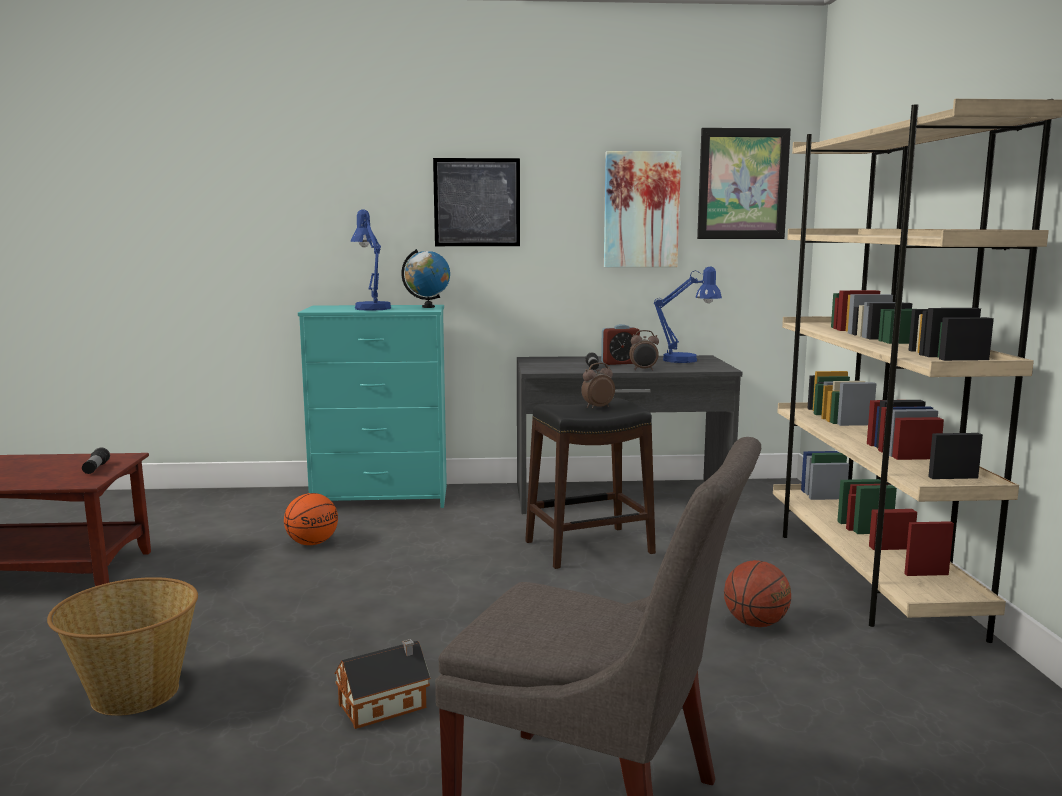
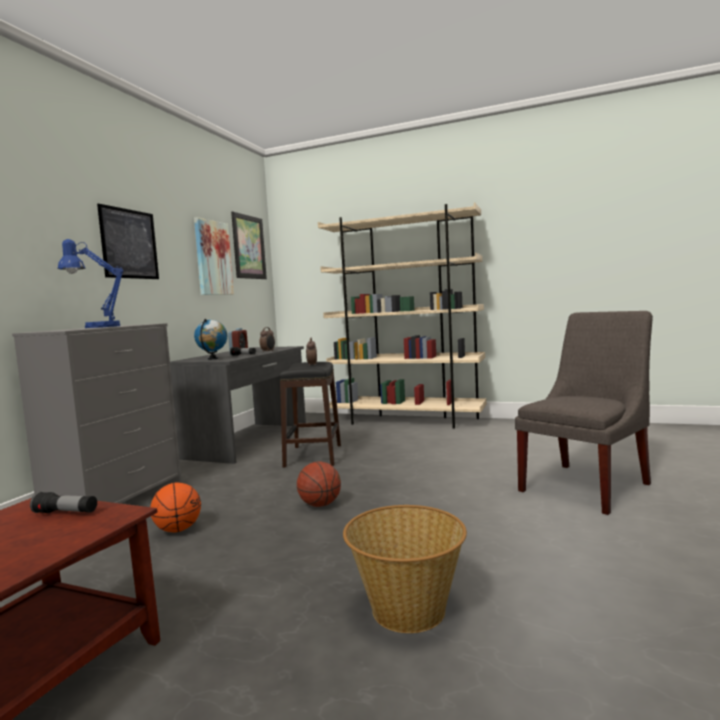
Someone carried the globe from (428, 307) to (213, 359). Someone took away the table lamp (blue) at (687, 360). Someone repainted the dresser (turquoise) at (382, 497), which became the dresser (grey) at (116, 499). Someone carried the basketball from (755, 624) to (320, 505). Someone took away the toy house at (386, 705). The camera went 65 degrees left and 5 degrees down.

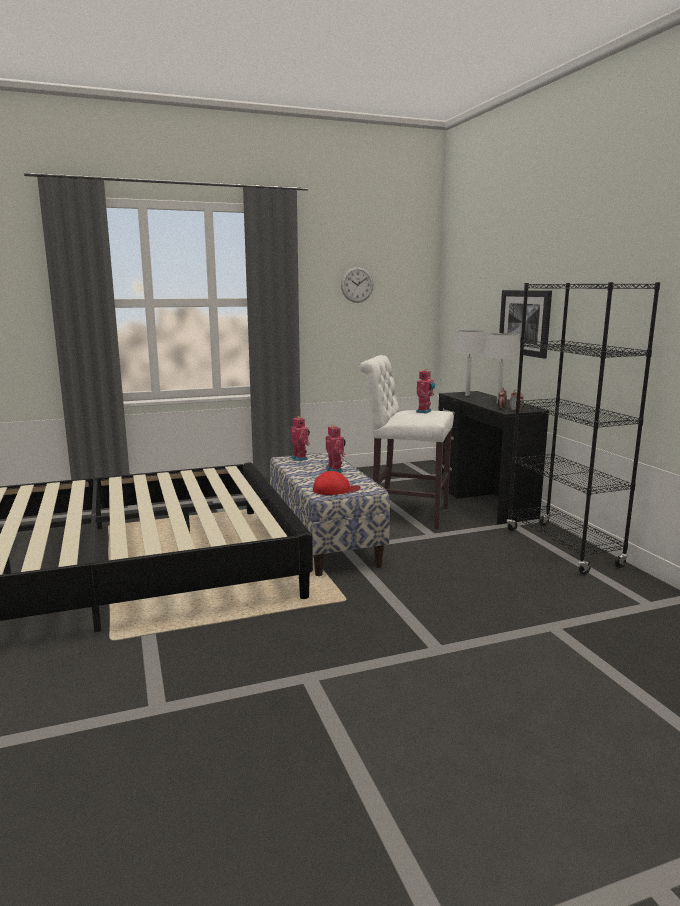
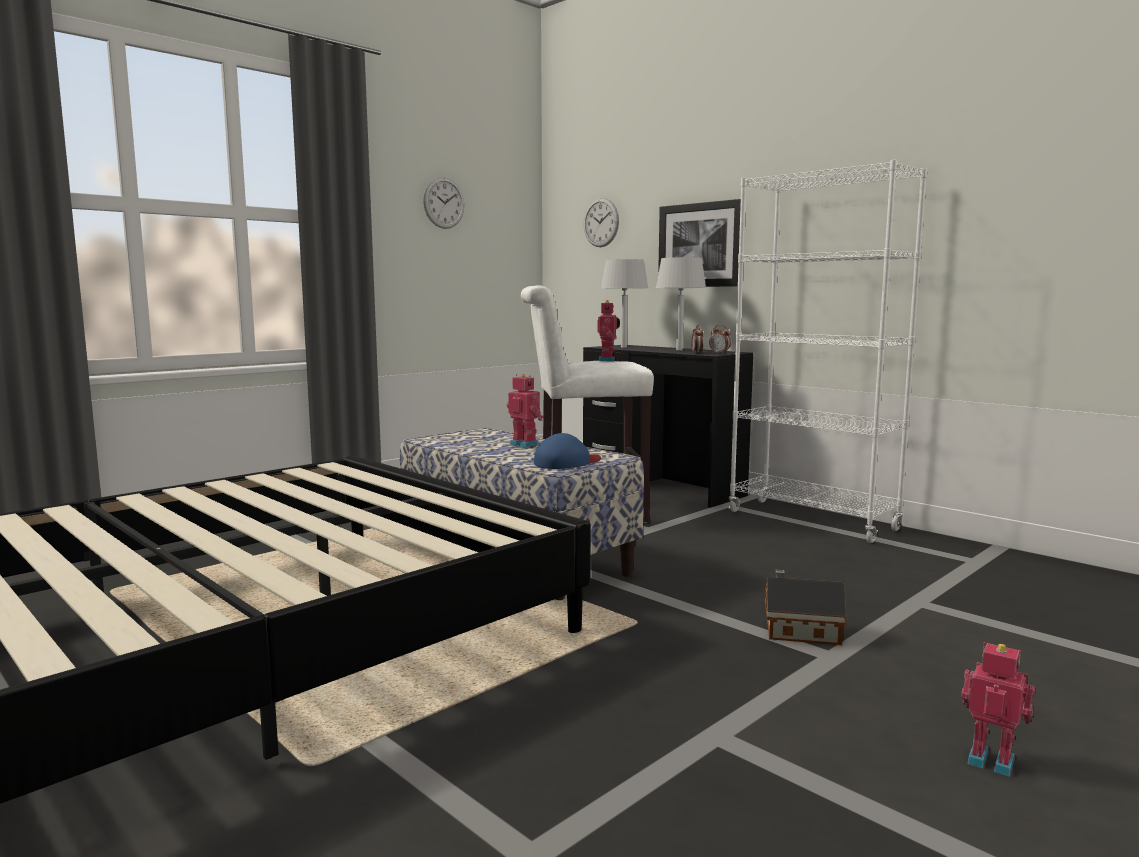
Someone repainted the bookcase (black) at (562, 548), which became the bookcase (white) at (812, 520). Someone carried the toy robot from (300, 458) to (991, 760). Someone repainted the cap (red) at (335, 490), which became the cap (blue) at (567, 462). Someone put up the wall clock at (601, 222). Someone put down the toy house at (799, 632). The camera went 25 degrees left and 5 degrees down.

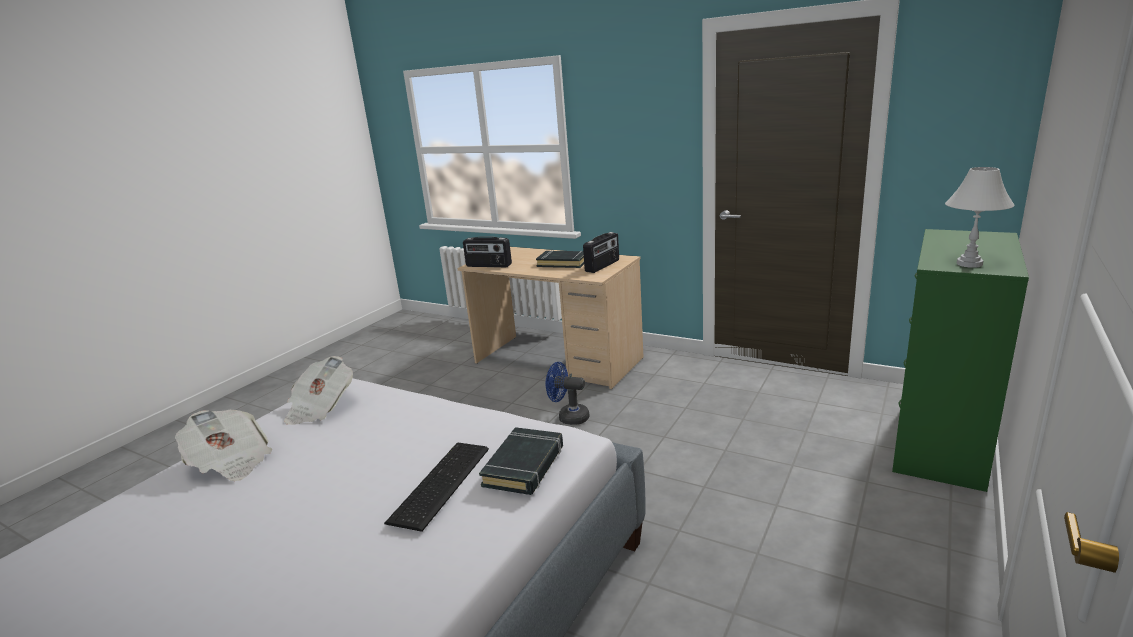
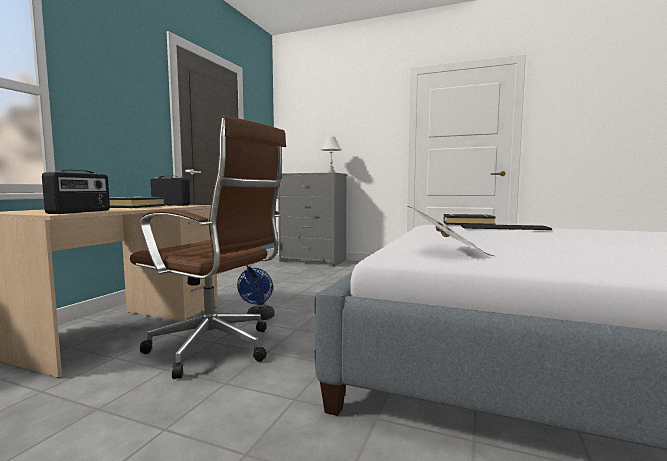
Someone repainted the dresser (green) at (940, 444), which became the dresser (grey) at (313, 261). Someone took away the newspaper at (230, 462). Someone put down the office chair (brown) at (216, 349). The camera went 100 degrees left and 15 degrees down.

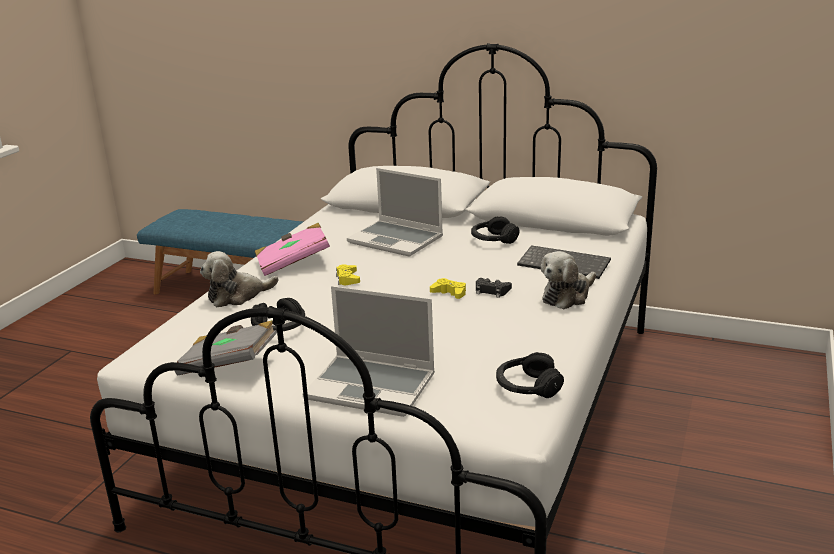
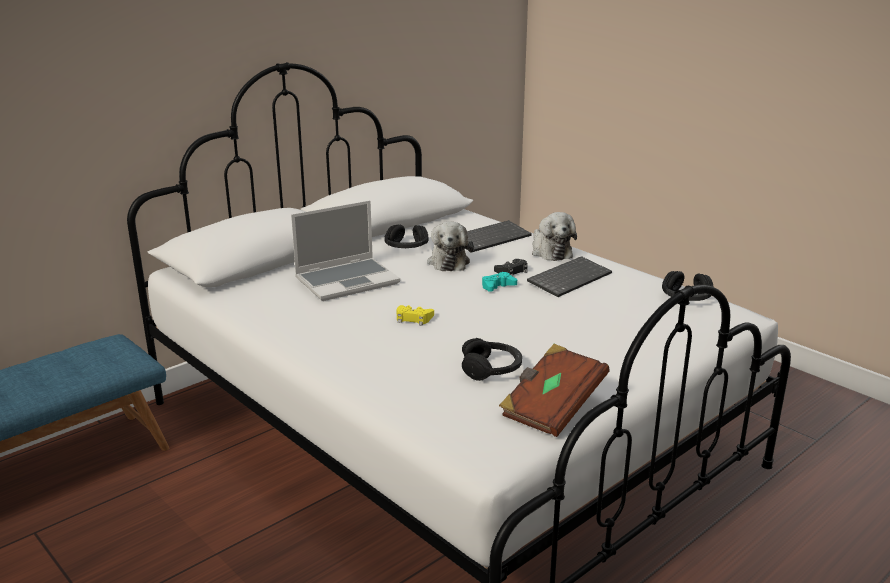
Someone took away the book (pink) at (293, 263). Someone carried the plush toy from (237, 296) to (448, 261). Someone repainted the game controller (yellow) at (449, 293), which became the game controller (turquoise) at (497, 286). Someone took away the laptop at (373, 386). Someone repainted the book (grey) at (228, 365), which became the book (brown) at (552, 407). Someone put down the keyboard at (569, 278). The camera went 65 degrees left and 0 degrees up.

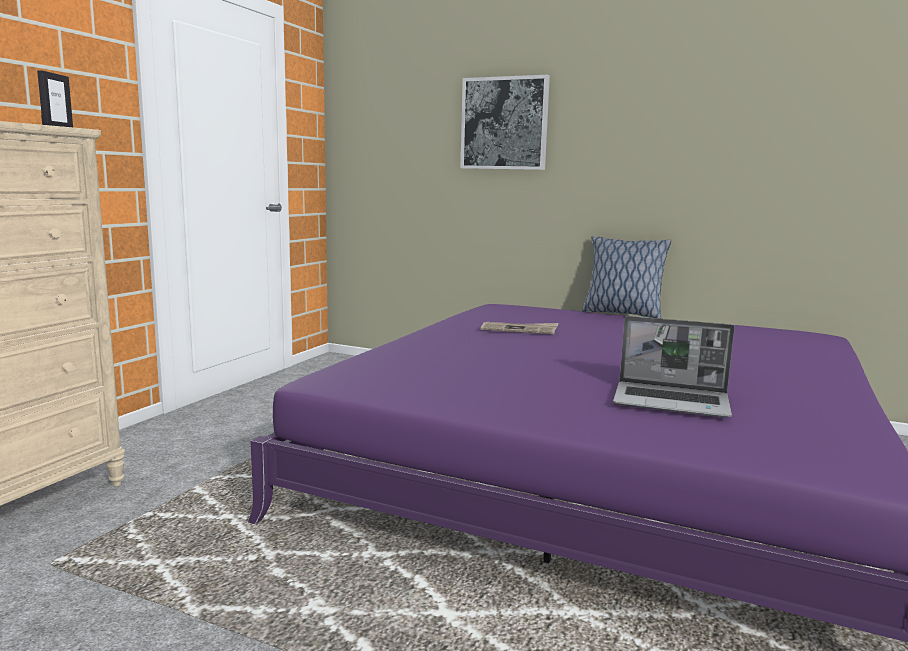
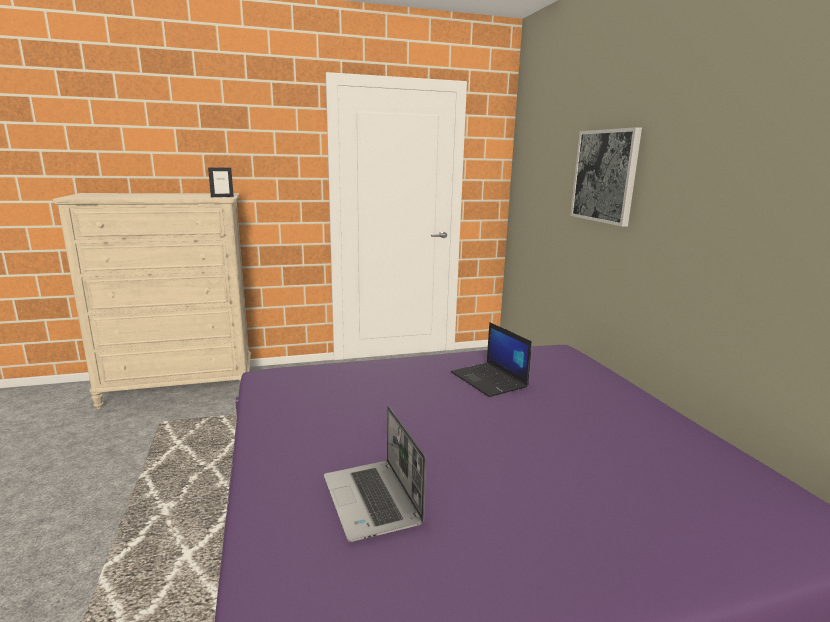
Someone took away the pillow at (621, 313). Someone swapped the newspaper at (519, 330) for the laptop at (490, 380). The camera went 50 degrees right and 5 degrees up.

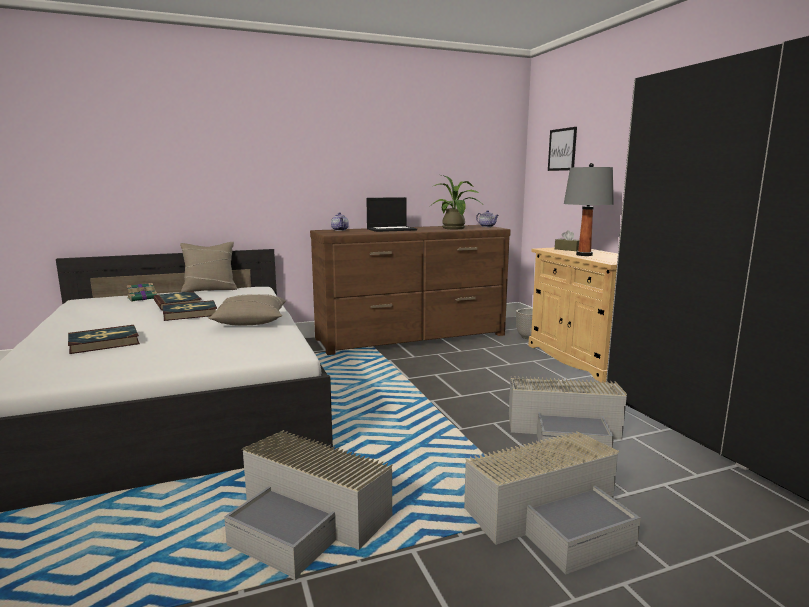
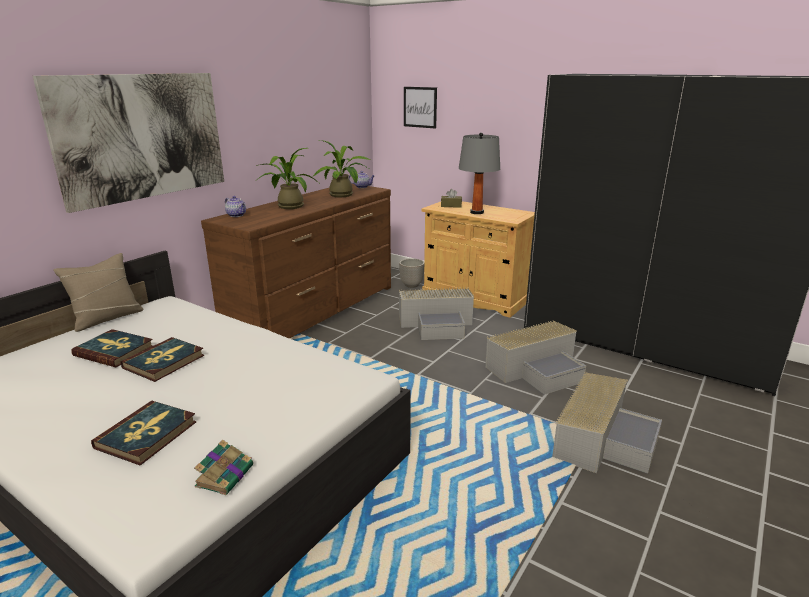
Someone swapped the laptop at (391, 229) for the potted plant at (288, 206). Someone carried the book from (143, 298) to (225, 475). Someone took away the pillow (beige) at (251, 321). Someone carried the storage box (grey) from (308, 521) to (437, 323). Someone put up the picture at (142, 137). The camera went 35 degrees left and 10 degrees up.

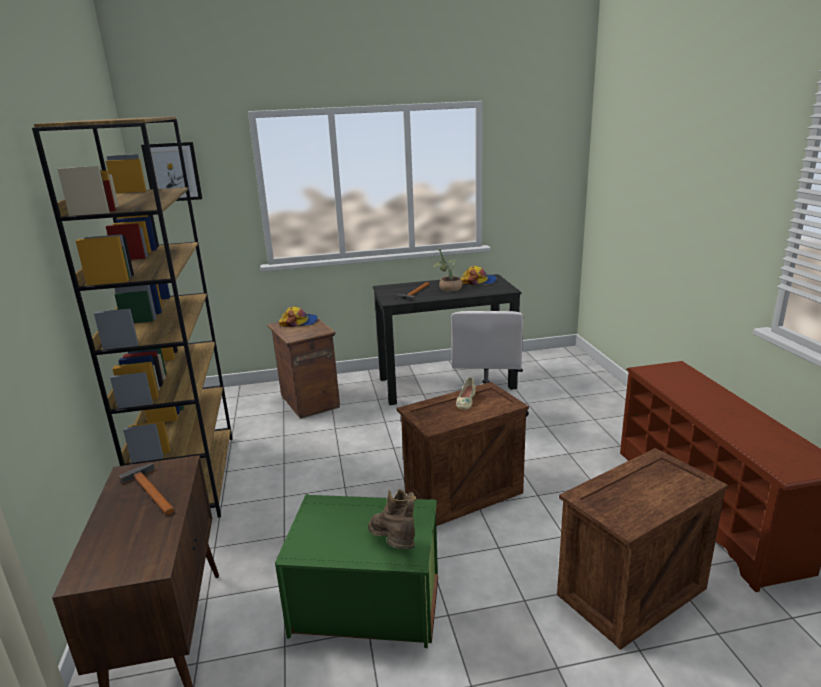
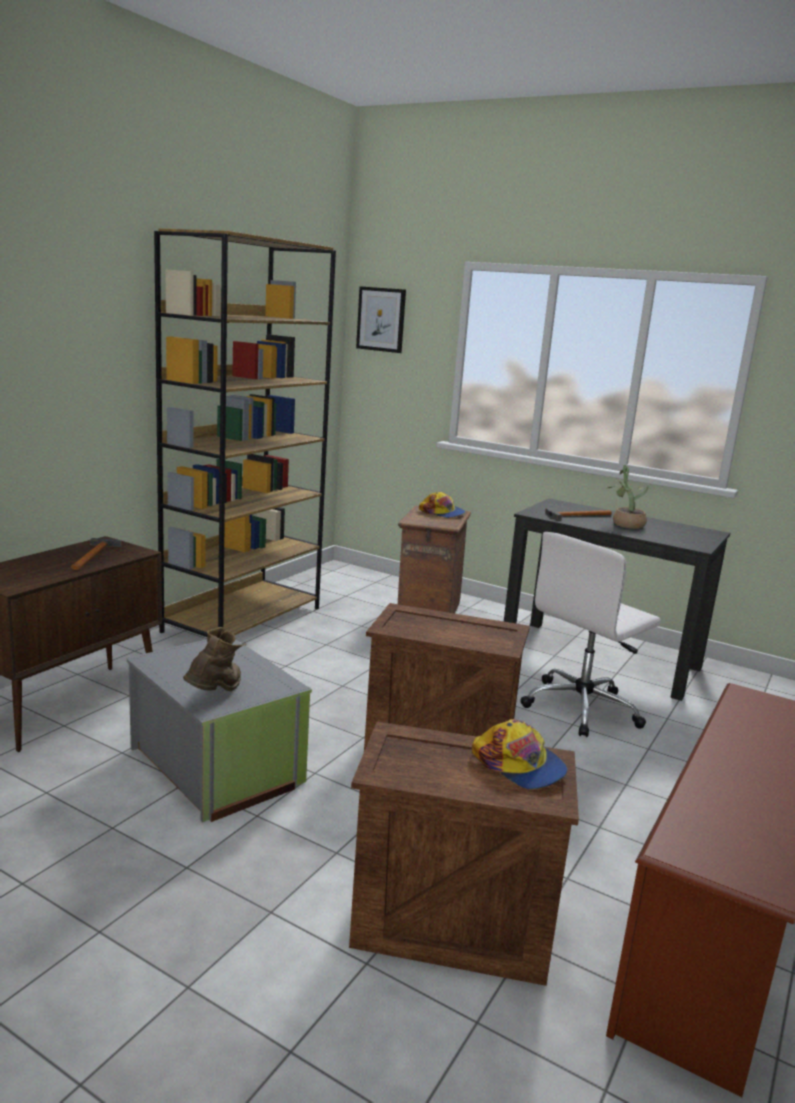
Someone carried the cap from (479, 281) to (519, 765). Someone took away the shoe (beige) at (465, 401). Someone repainted the storage box (green) at (367, 604), which became the storage box (grey) at (214, 767). The camera went 40 degrees right and 5 degrees down.

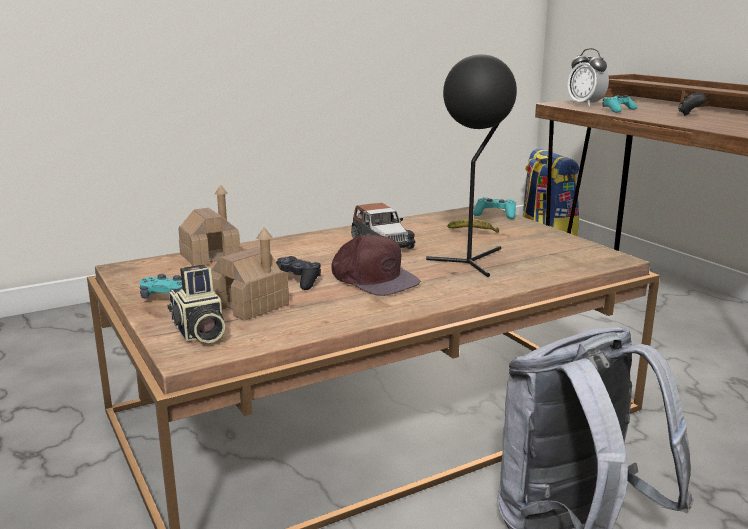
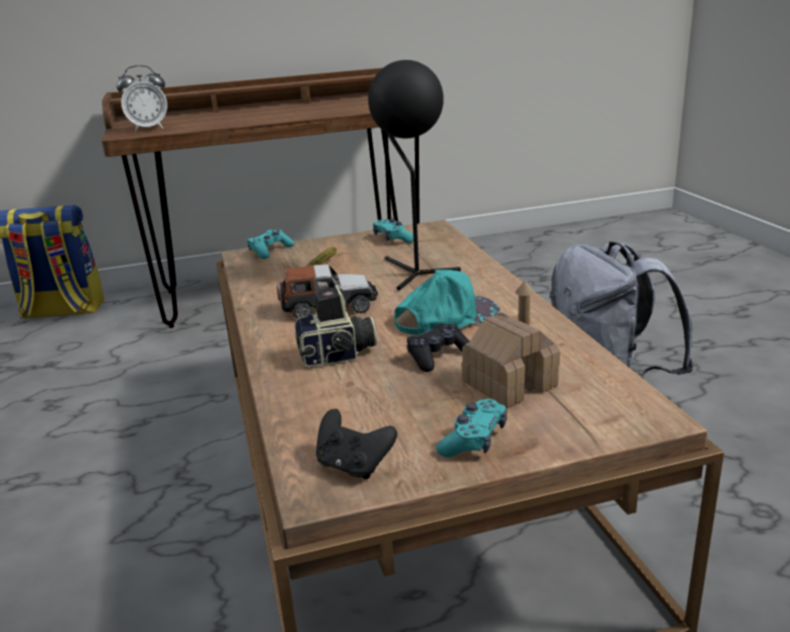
Someone carried the game controller (black) from (690, 115) to (353, 466). Someone carried the game controller (turquoise) from (618, 110) to (393, 239). Someone took away the toy house at (210, 257). Someone repainted the cap (brown) at (373, 279), which became the cap (turquoise) at (446, 317). Someone carried the photo camera from (198, 332) to (337, 355). The camera went 75 degrees left and 5 degrees up.

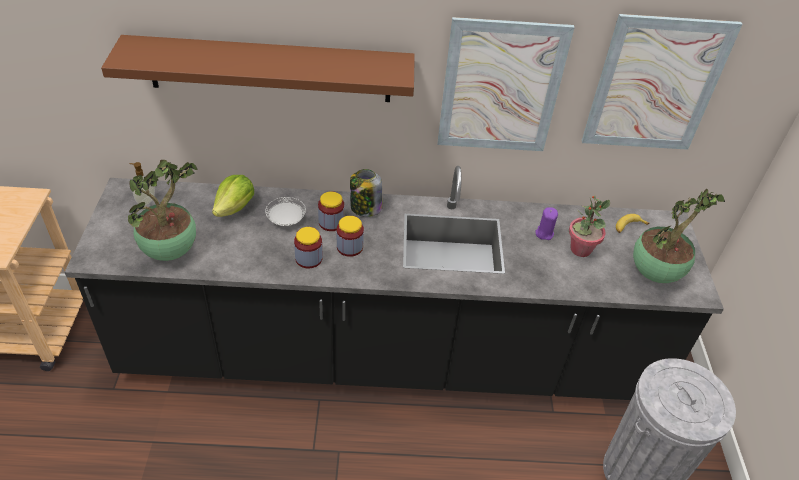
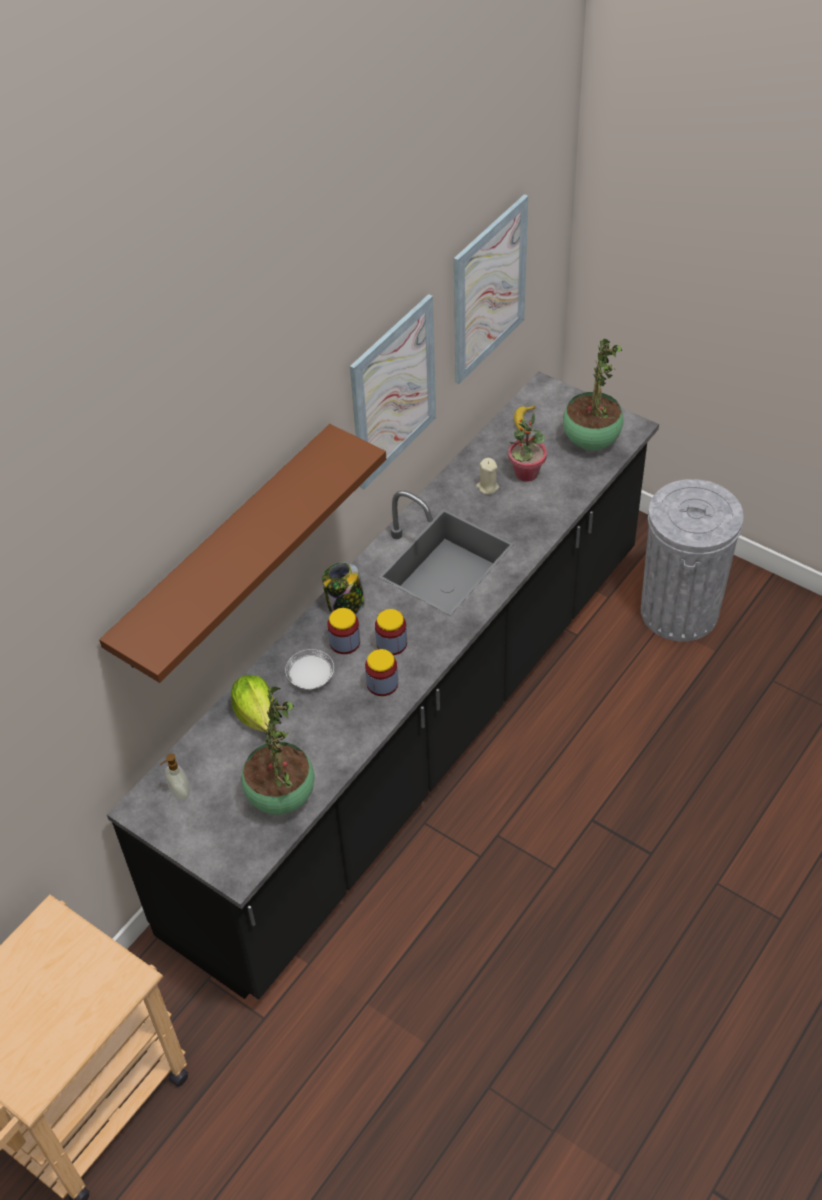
Someone repainted the candle (purple) at (544, 233), which became the candle (beige) at (487, 487). The camera went 50 degrees left and 5 degrees up.

